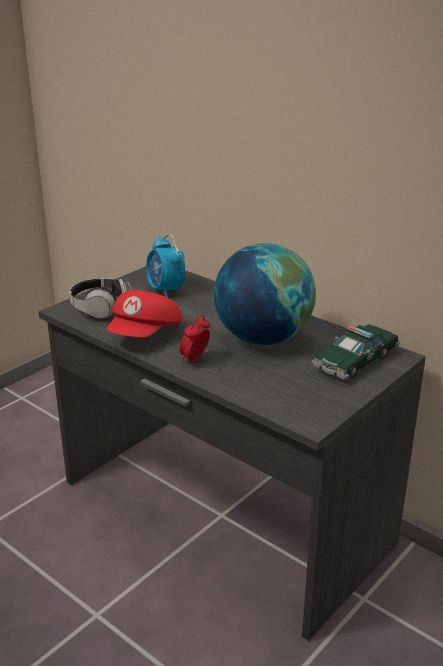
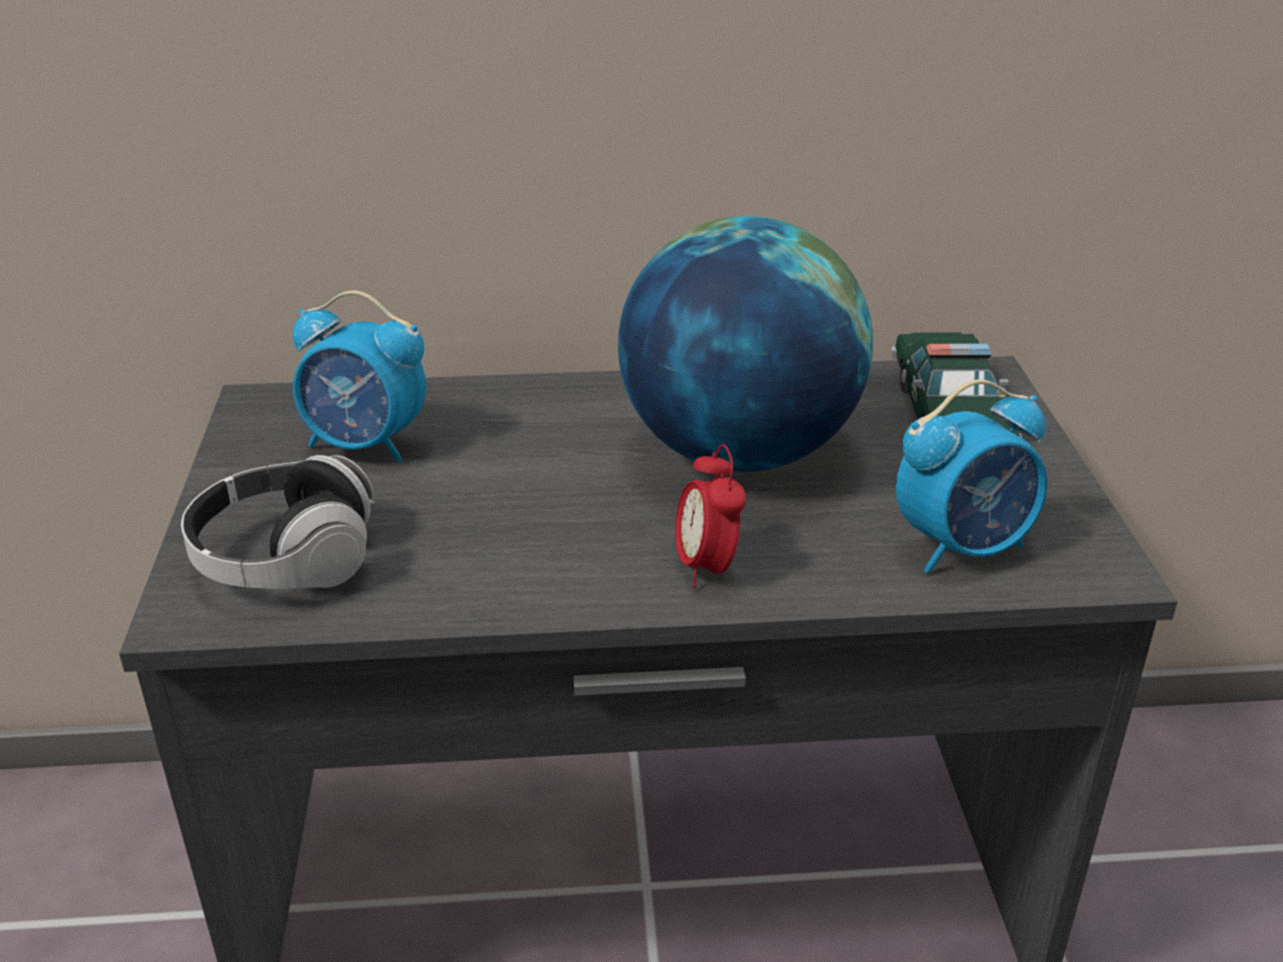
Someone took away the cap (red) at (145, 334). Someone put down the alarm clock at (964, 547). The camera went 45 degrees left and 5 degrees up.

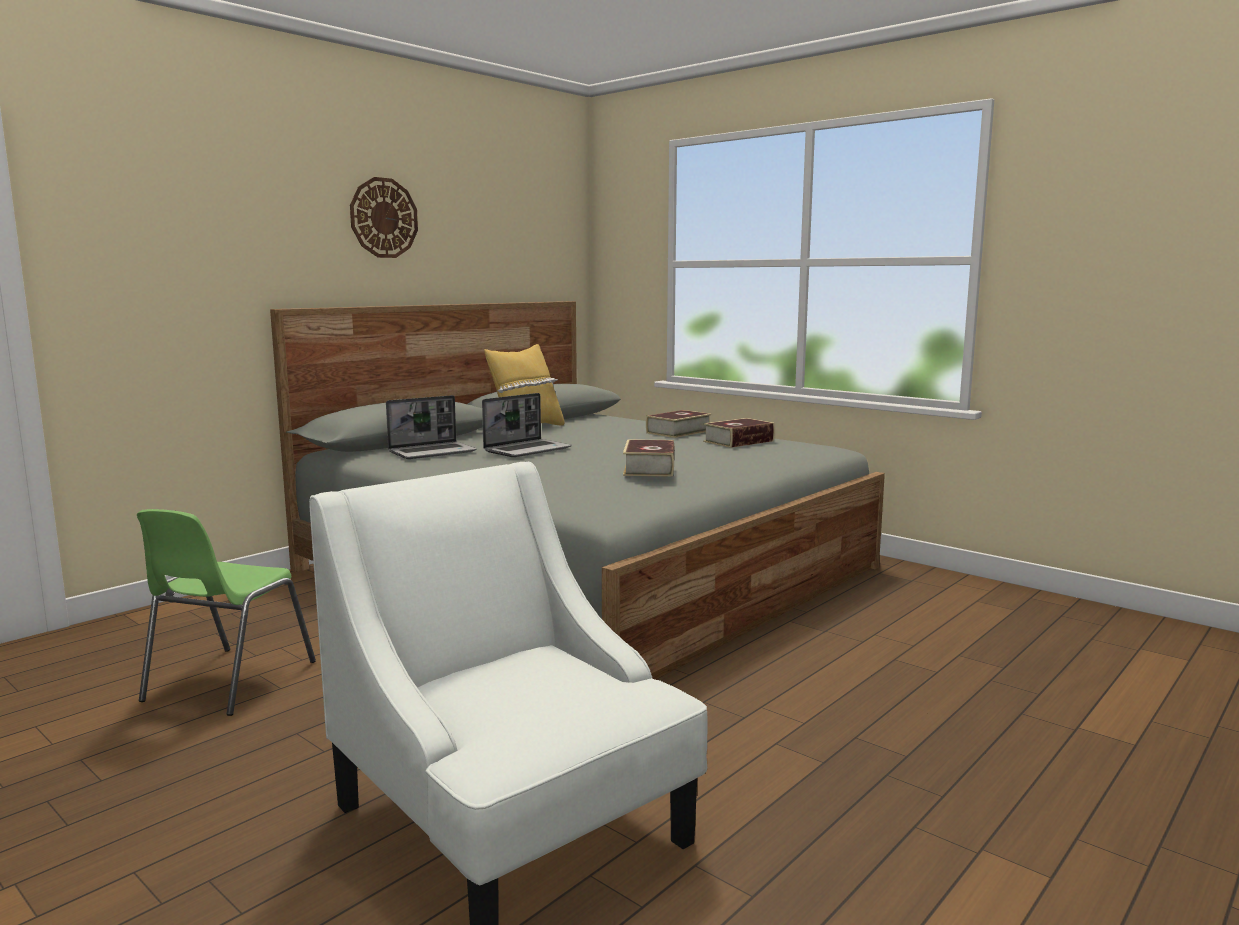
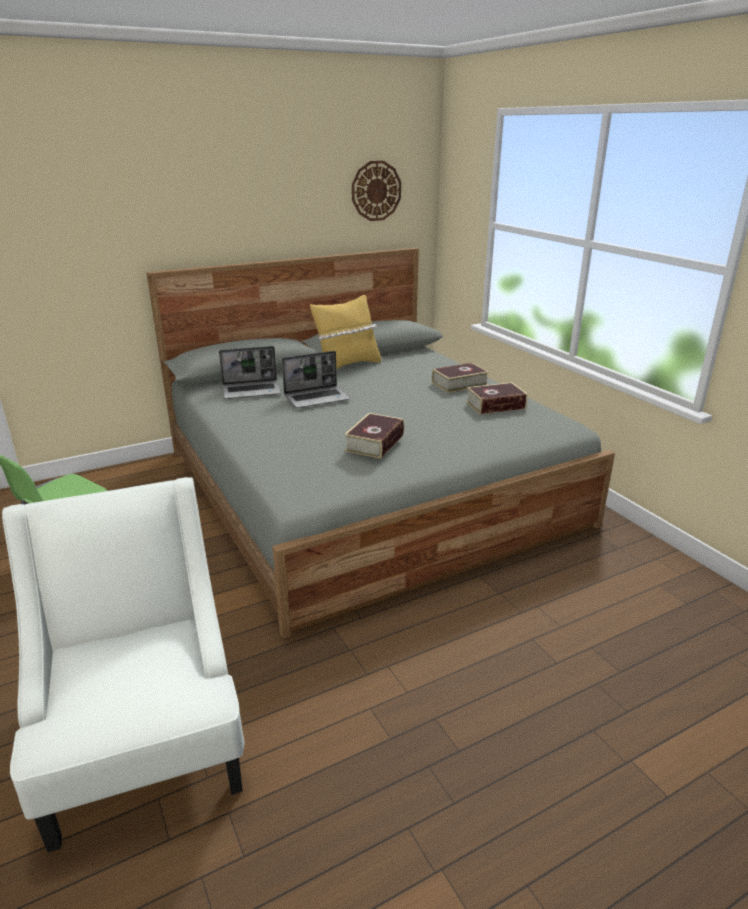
Someone carried the wall clock from (384, 218) to (376, 191). The camera went 20 degrees right and 15 degrees up.

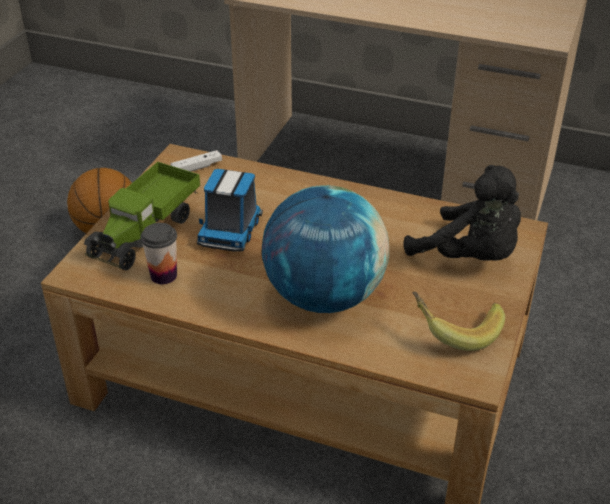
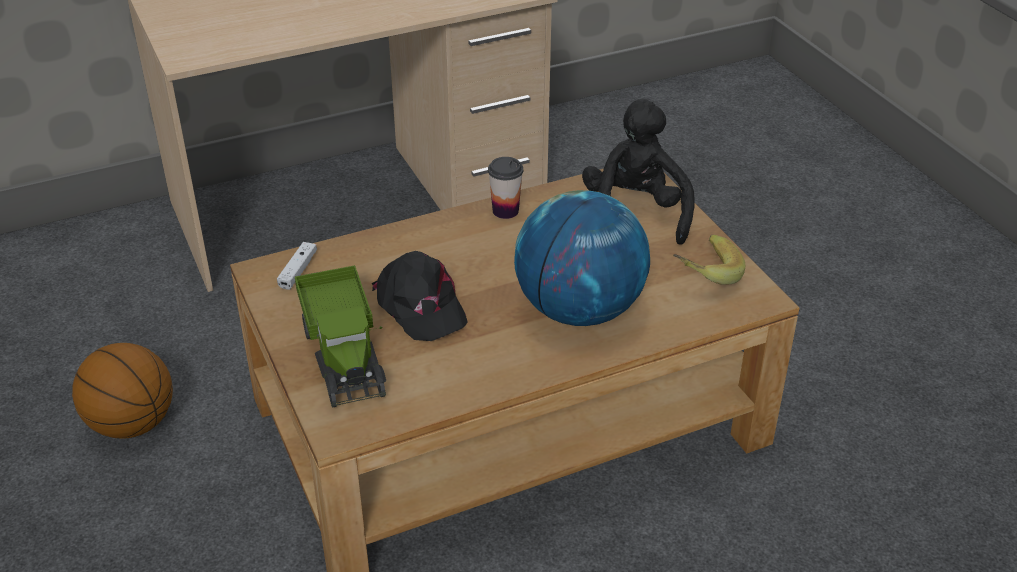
Someone rotated the plush toy (black) at (469, 257) by 90 degrees counterclockwise. Someone swapped the toy truck at (230, 230) for the cap (black) at (420, 306). Someone carried the cup from (163, 275) to (505, 211). The camera went 45 degrees left and 0 degrees up.

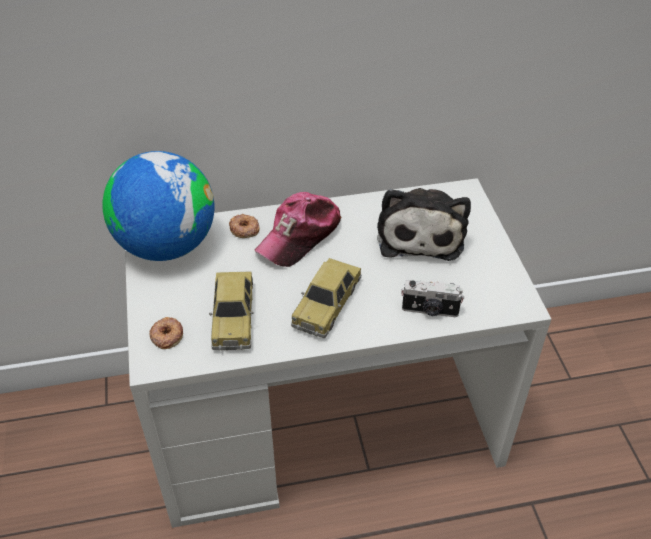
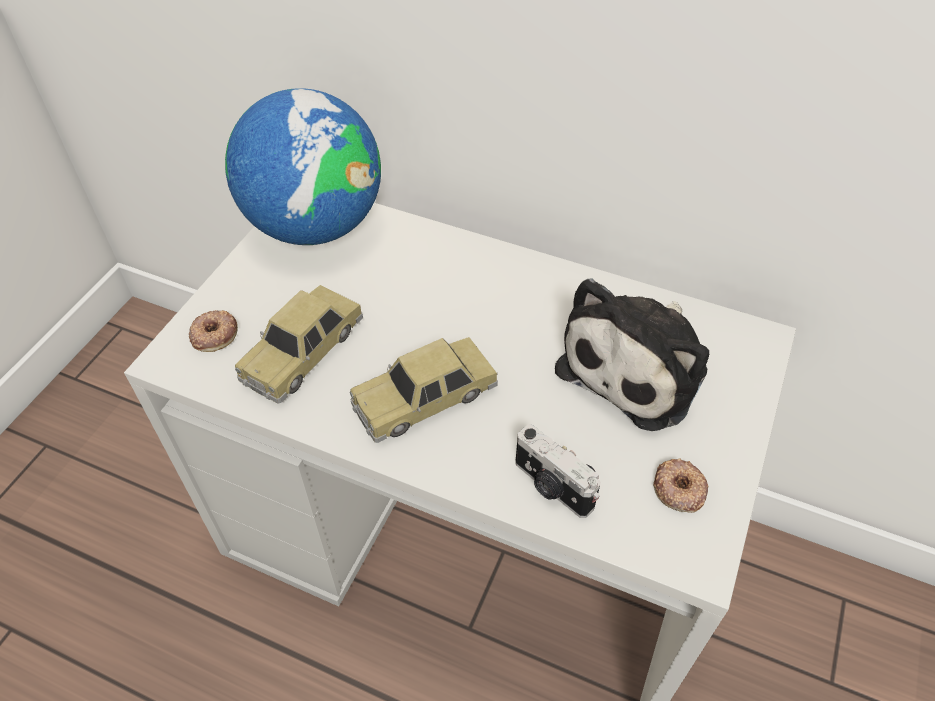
Someone took away the cap at (300, 236). Someone carried the donut from (244, 229) to (678, 489). The camera went 35 degrees right and 5 degrees up.

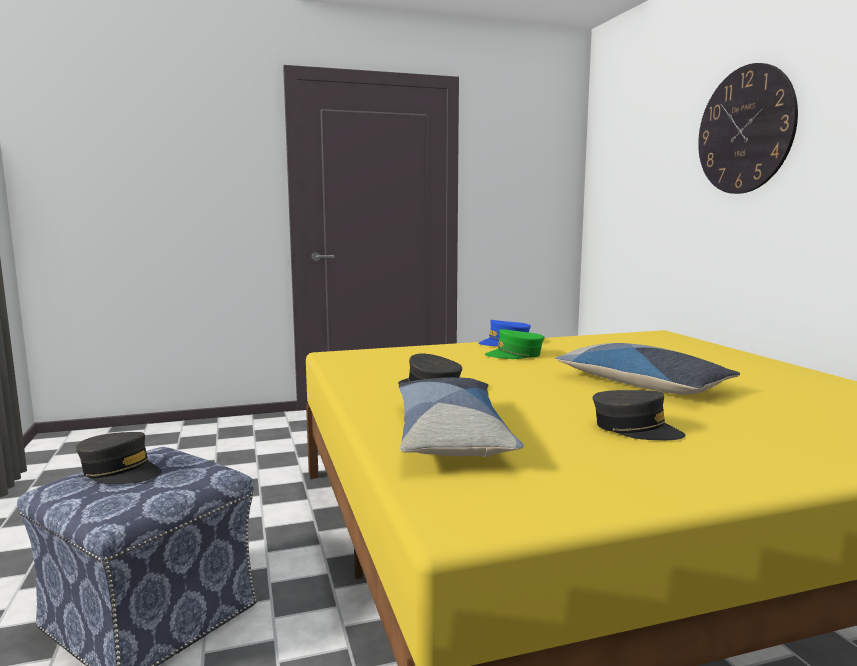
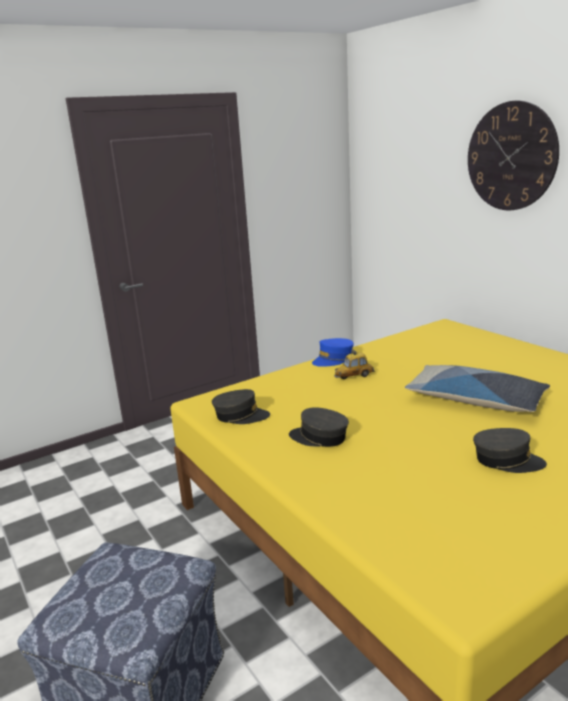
Someone swapped the cap (green) at (515, 355) for the toy car at (354, 376). Someone took away the pillow at (451, 435). Someone carried the cap (grey) from (120, 471) to (240, 416). The camera went 15 degrees left and 10 degrees up.

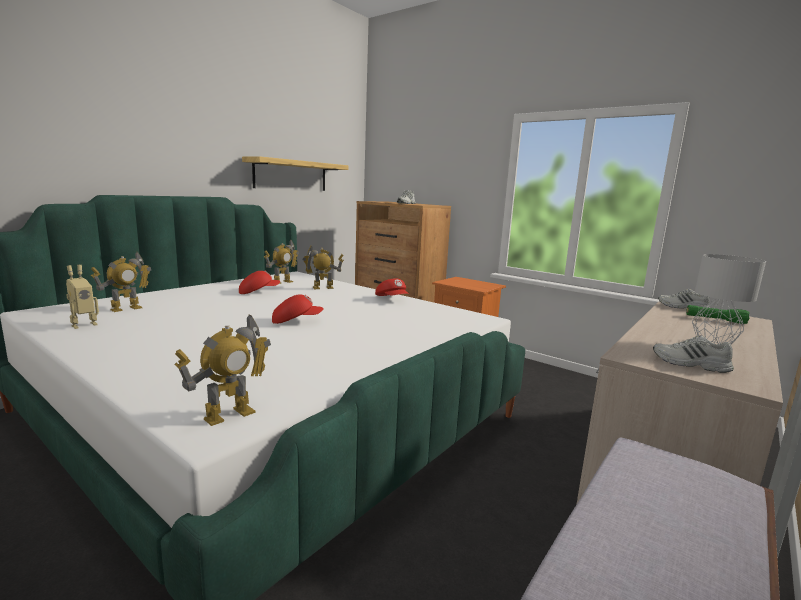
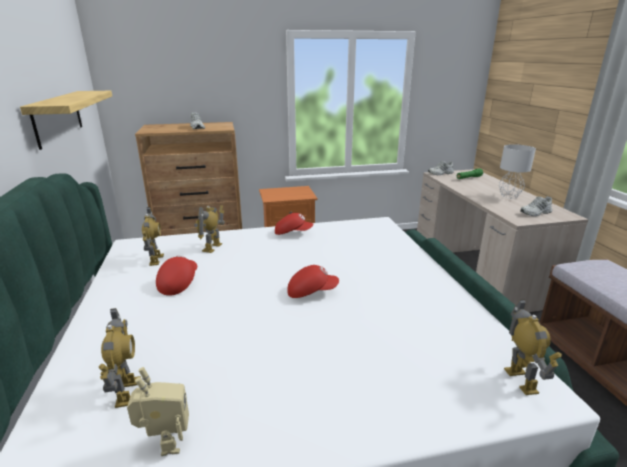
Someone rotated the cap (red) at (296, 321) by 60 degrees clockwise. The camera went 50 degrees left and 10 degrees up.

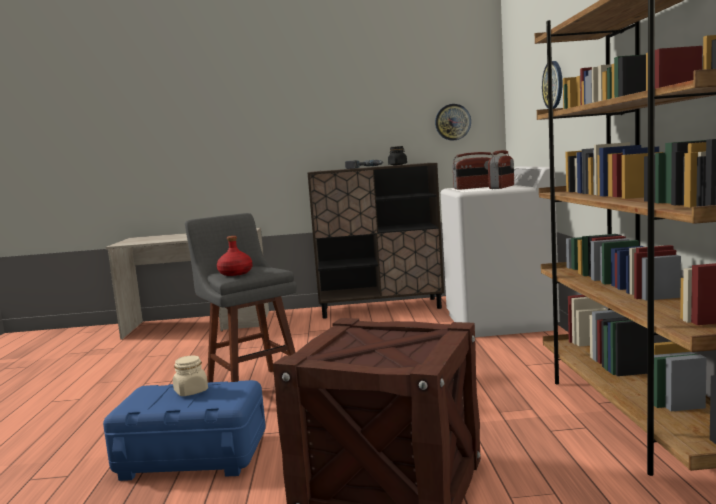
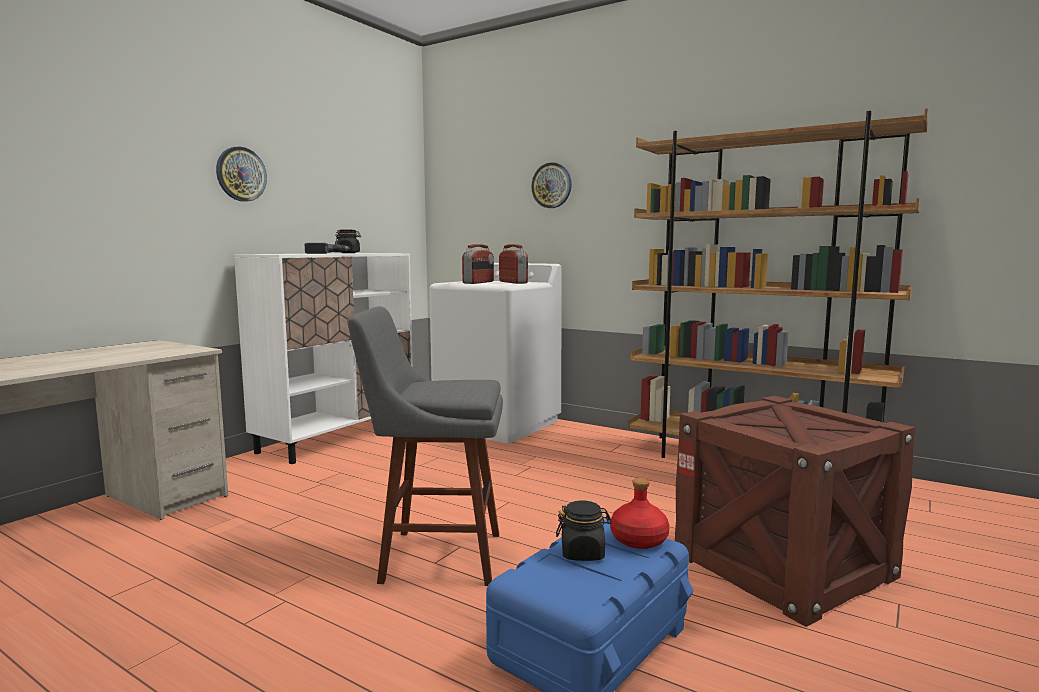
Someone carried the wall clock from (452, 122) to (241, 174). Someone repainted the cabinet (brown) at (381, 308), which became the cabinet (white) at (338, 437). Someone carried the bottle (red) from (235, 273) to (638, 540). Someone repainted the jar (beige) at (191, 391), which became the jar (black) at (583, 553). The camera went 55 degrees left and 0 degrees up.

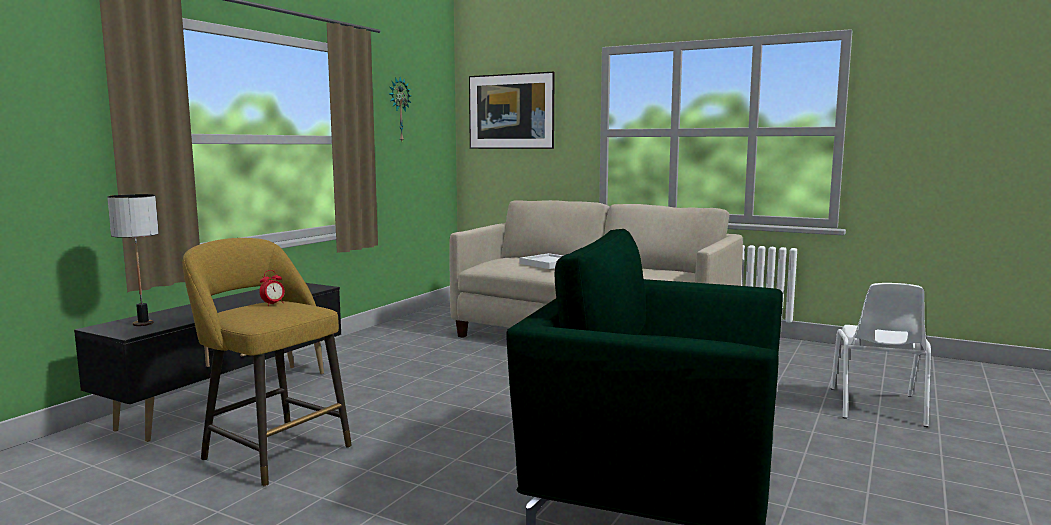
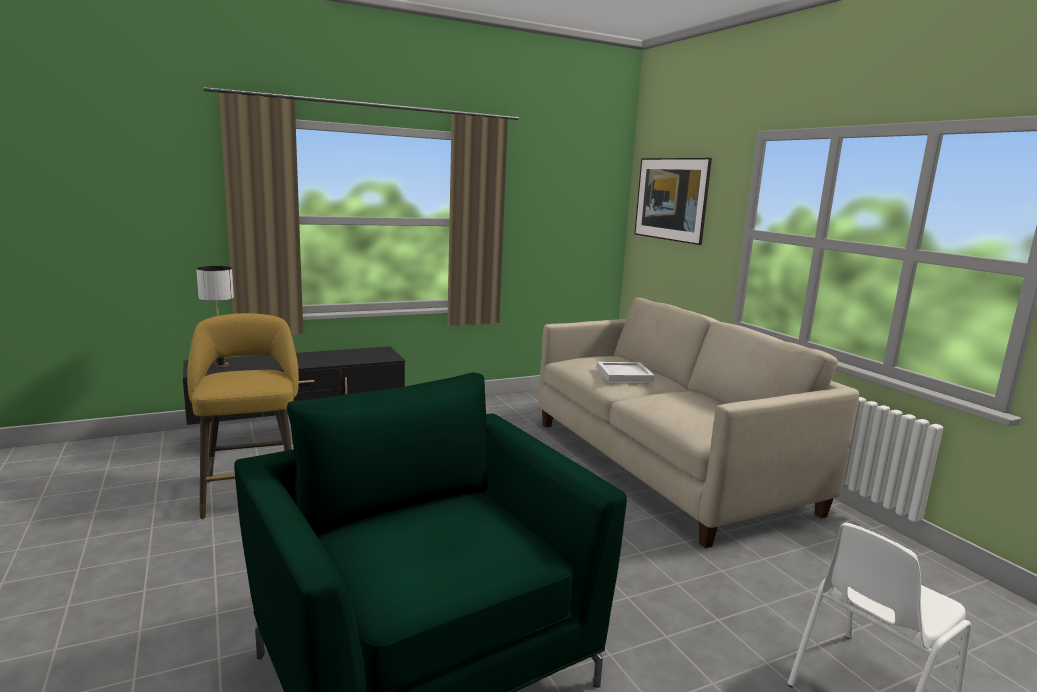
Someone took away the wall clock at (398, 109). Someone took away the alarm clock at (273, 304). The camera went 35 degrees right and 5 degrees up.

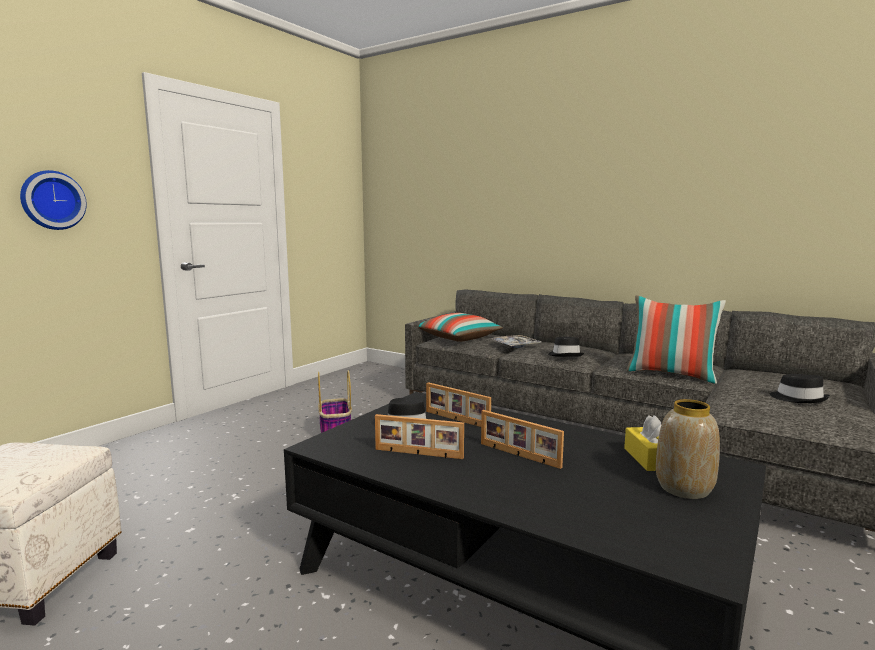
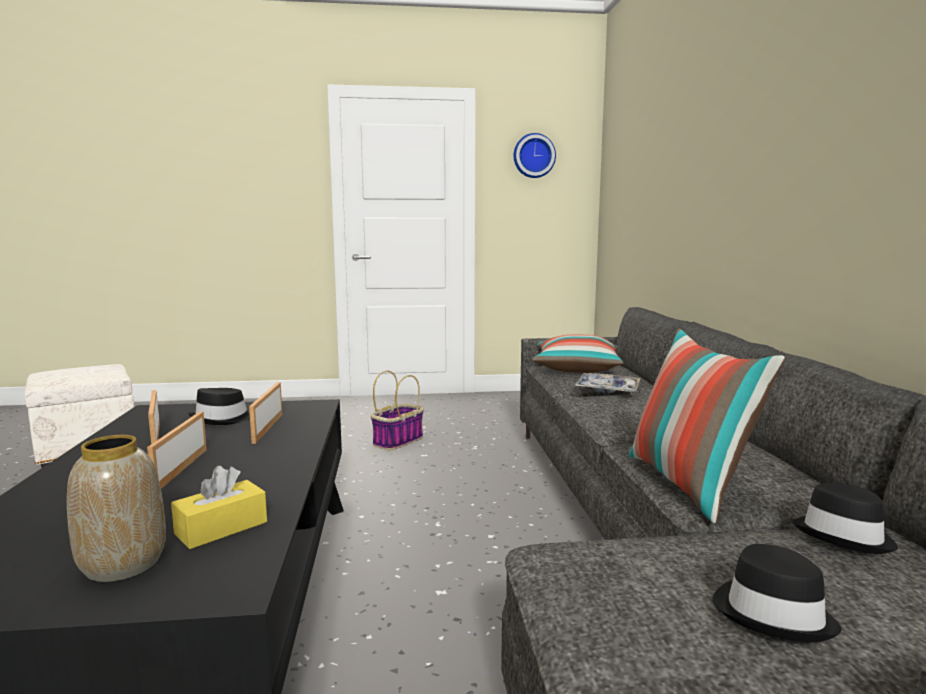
Someone carried the wall clock from (52, 200) to (533, 156). Someone carried the hat (black) from (565, 355) to (844, 536). The camera went 50 degrees right and 0 degrees up.

